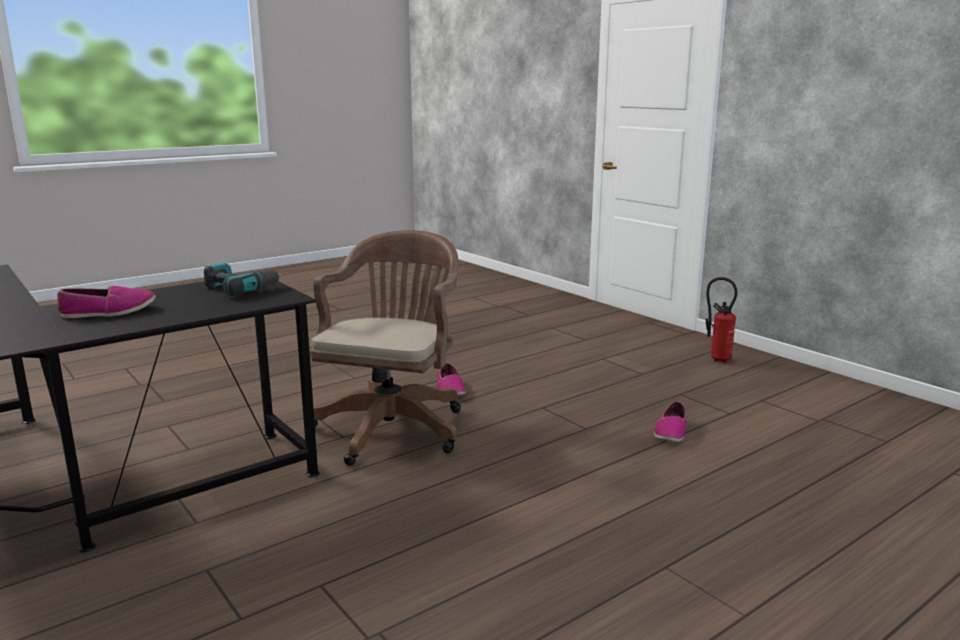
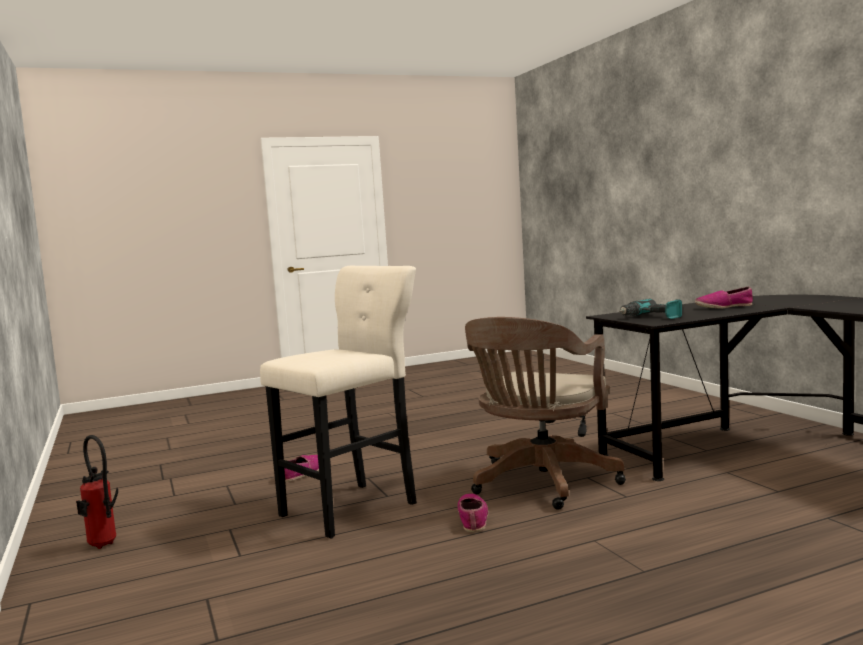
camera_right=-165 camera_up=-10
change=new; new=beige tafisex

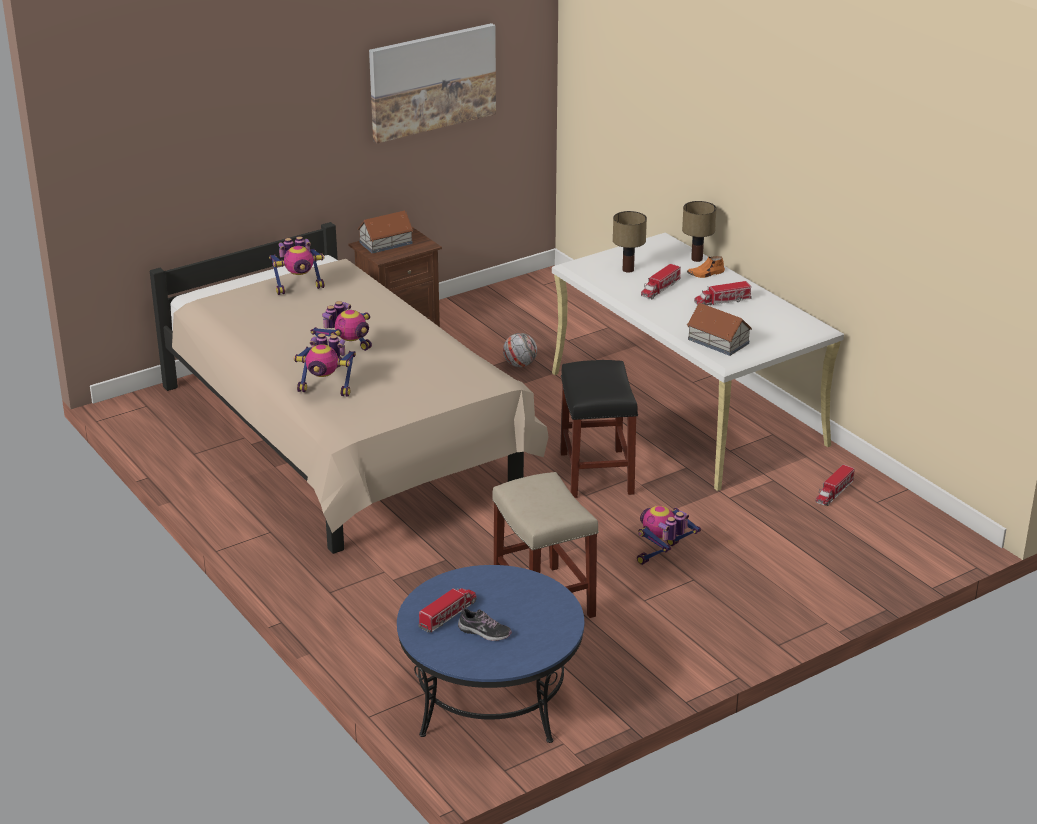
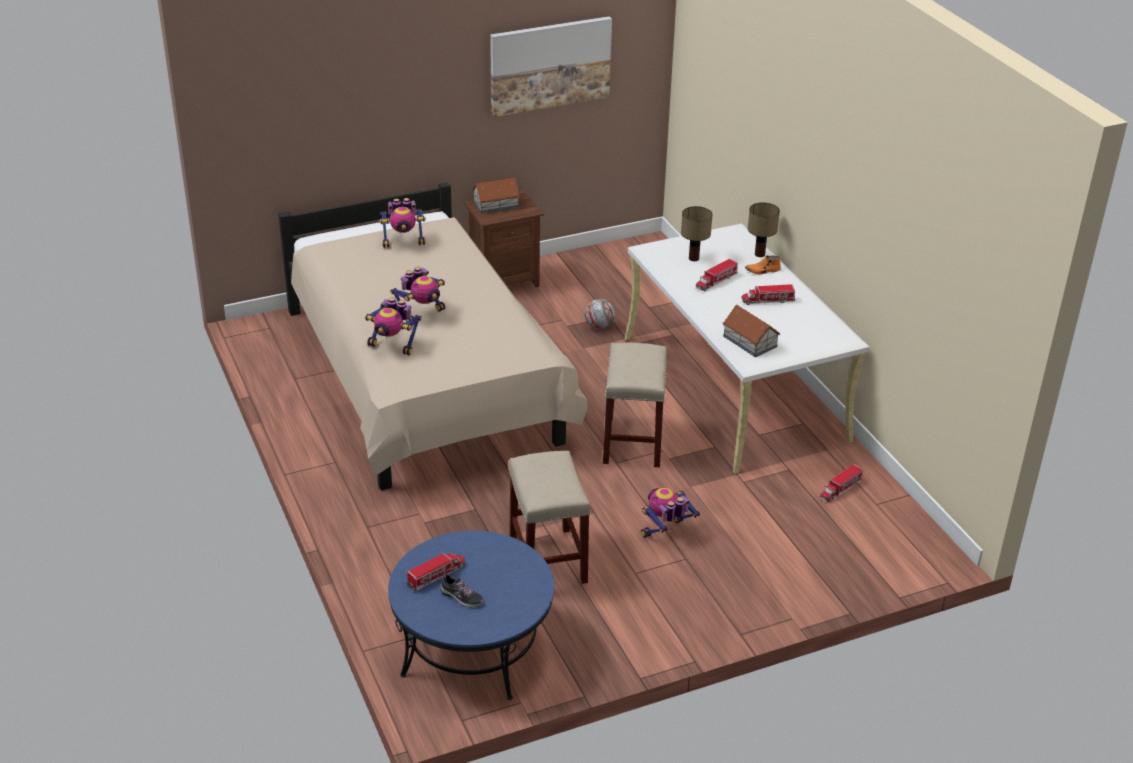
camera_right=10 camera_up=5
change=repainted; old=black tafisex; new=beige tafisex (no. 2 from left)

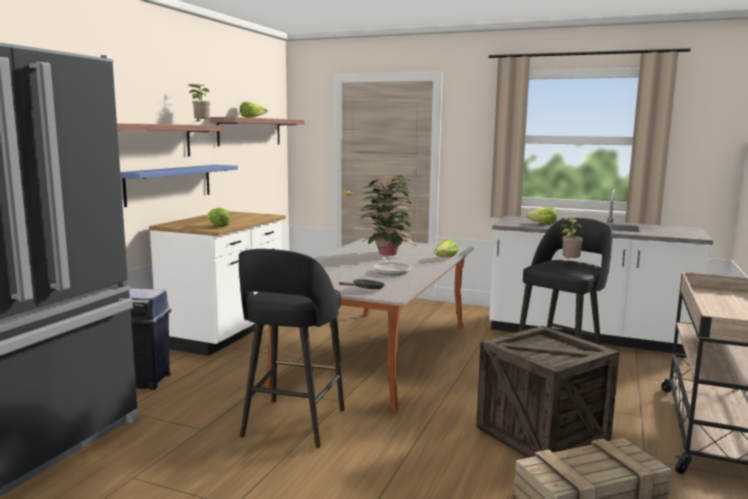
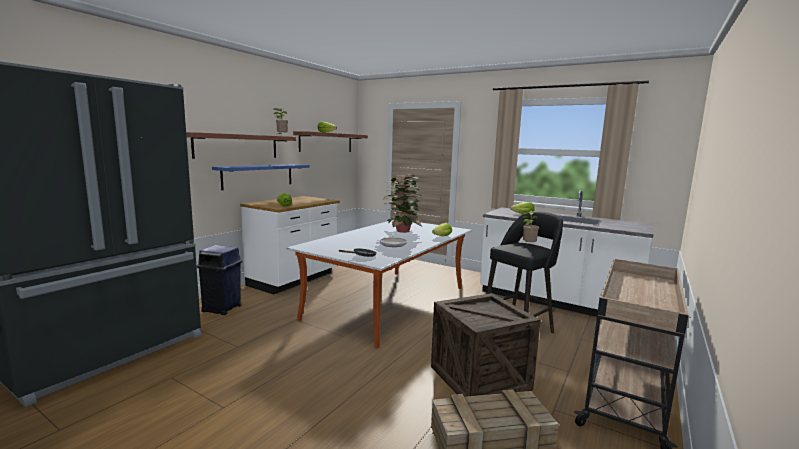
camera_right=10 camera_up=0
change=gone; old=black tafisex (no. 1 from left)

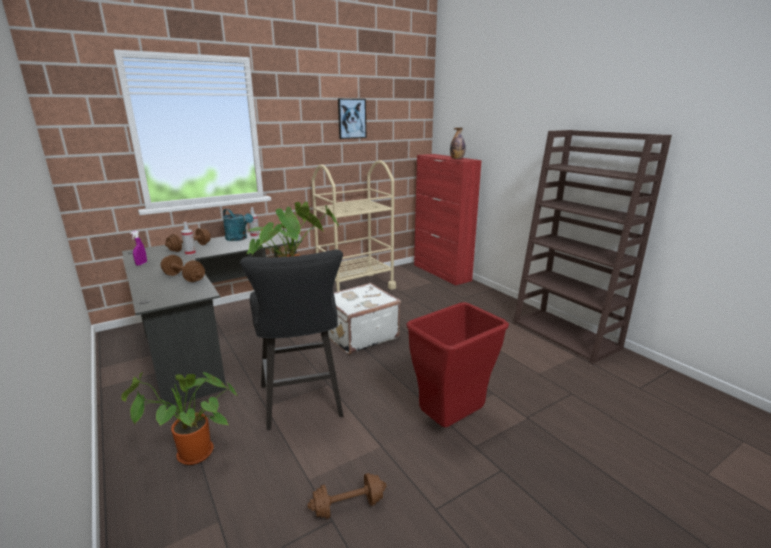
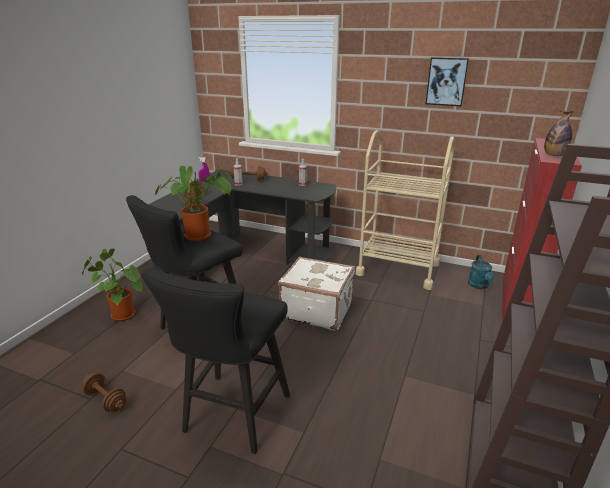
camera_right=55 camera_up=5
change=shifted; old=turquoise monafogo
change=swapped; old=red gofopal; new=black tafisex (no. 2 from left)

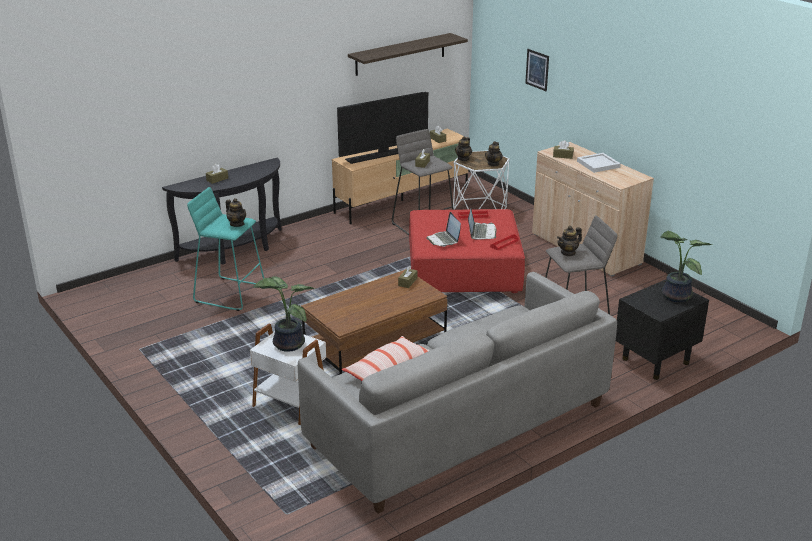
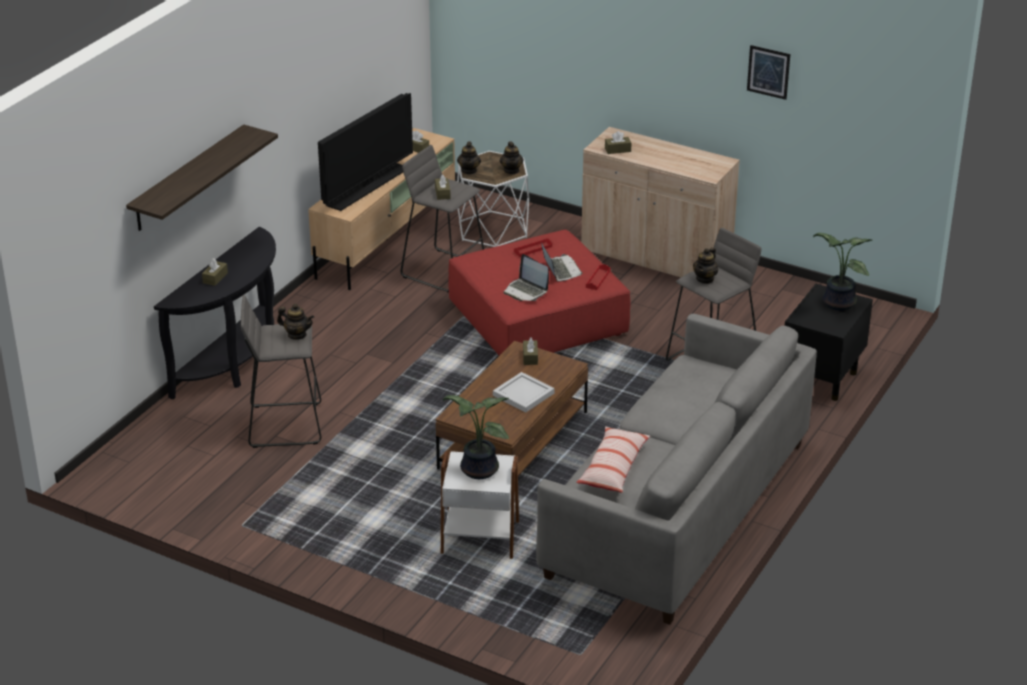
camera_right=-25 camera_up=5
change=shifted; old=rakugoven
change=shifted; old=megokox
change=shifted; old=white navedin
change=repainted; old=turquoise tafisex; new=grey tafisex (no. 1 from left)

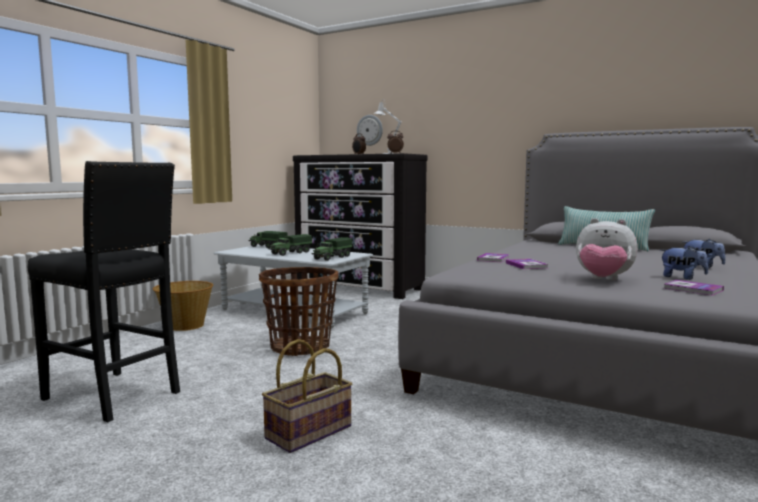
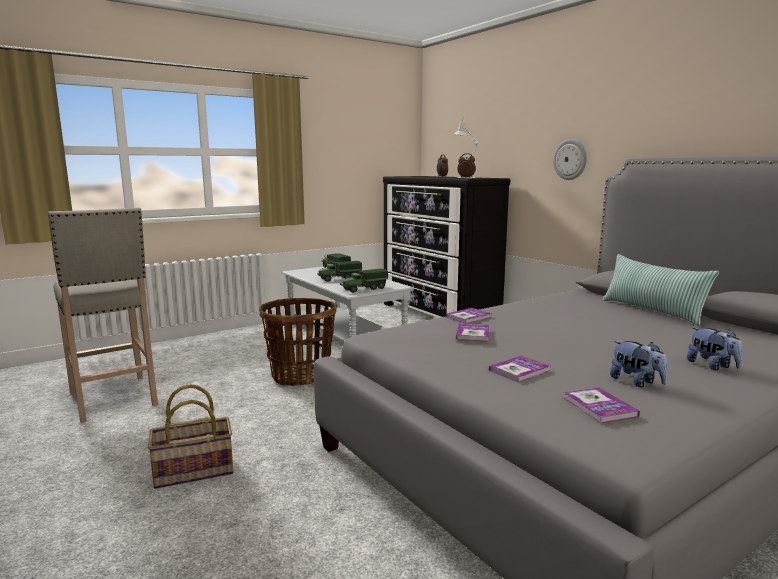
camera_right=25 camera_up=5
change=gone; old=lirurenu (no. 1 from left)
change=shifted; old=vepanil
change=swapped; old=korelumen (no. 1 from left); new=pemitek (no. 3 from left)
change=repainted; old=black tafisex; new=beige tafisex

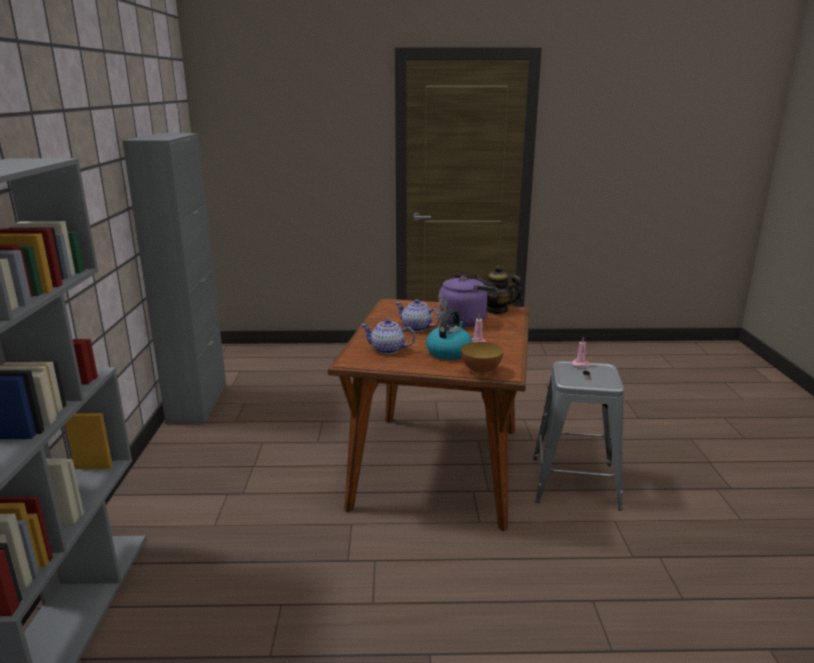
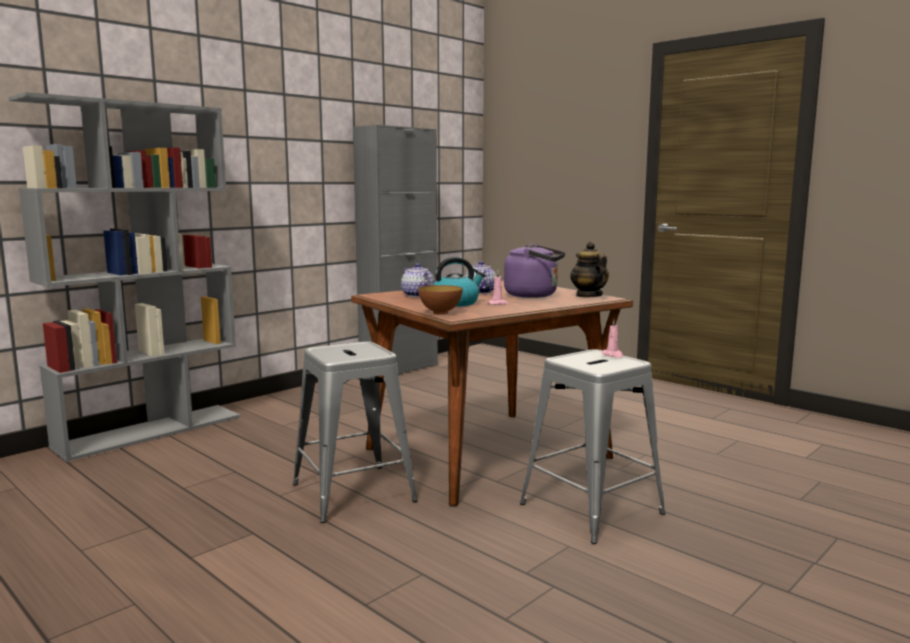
camera_right=45 camera_up=-10
change=new; new=grey tafisex (no. 1 from left)

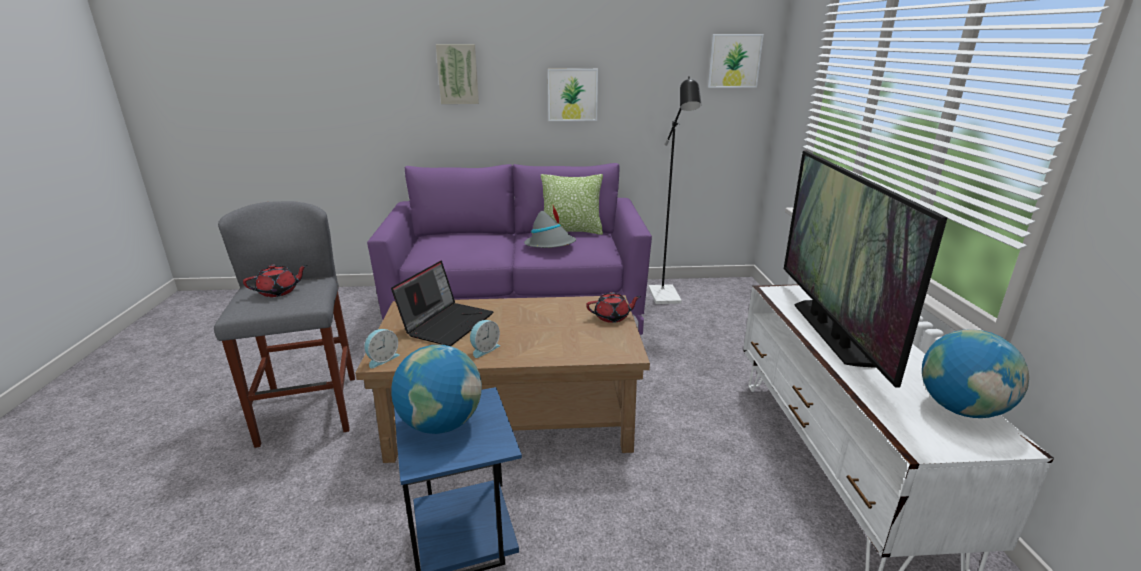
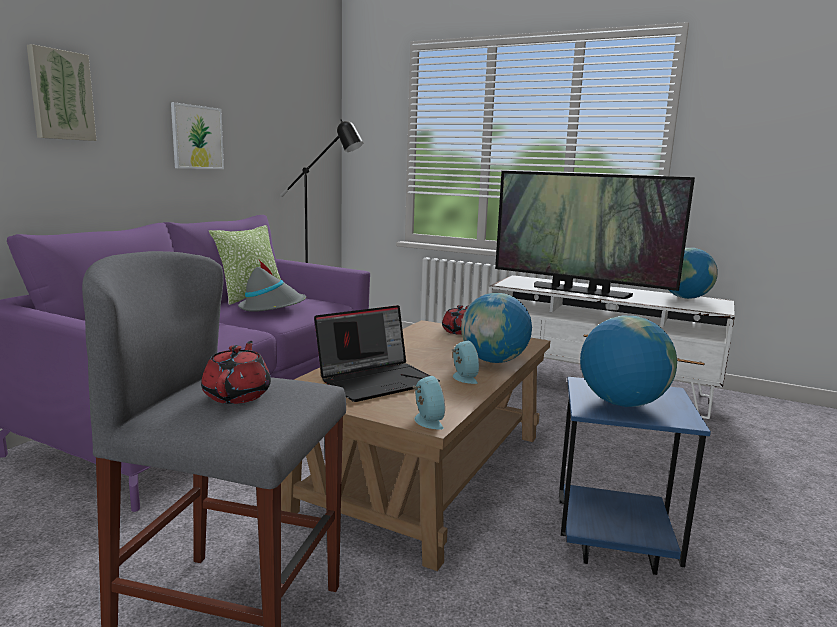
camera_right=-60 camera_up=-10
change=gone; old=megokox (no. 3 from left)
change=new; new=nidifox (no. 1 from left)
change=rotated; old=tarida; degrees=90

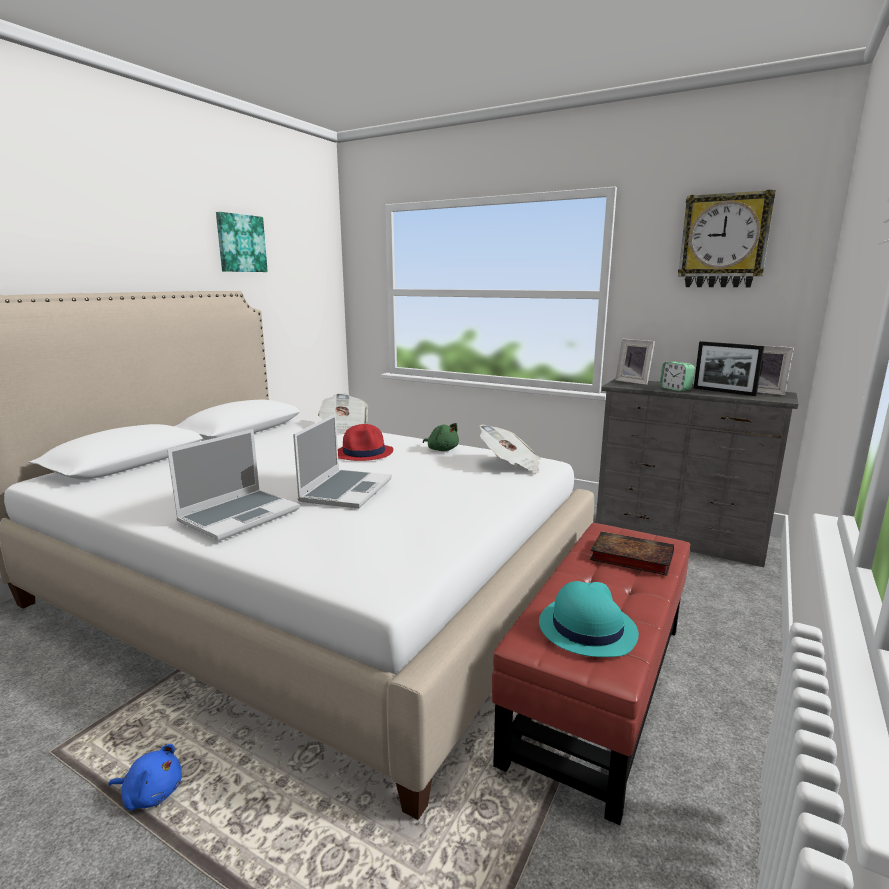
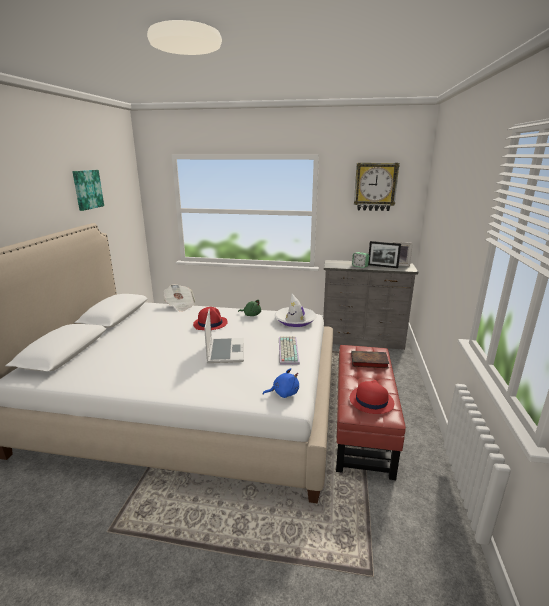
camera_right=-20 camera_up=5
change=gone; old=tarida (no. 1 from left)
change=gone; old=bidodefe (no. 1 from left)
change=new; new=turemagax
change=shifted; old=blue korelumen
change=swapped; old=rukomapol (no. 2 from left); new=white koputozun
change=repainted; old=turquoise koputozun; new=red koputozun (no. 2 from left)

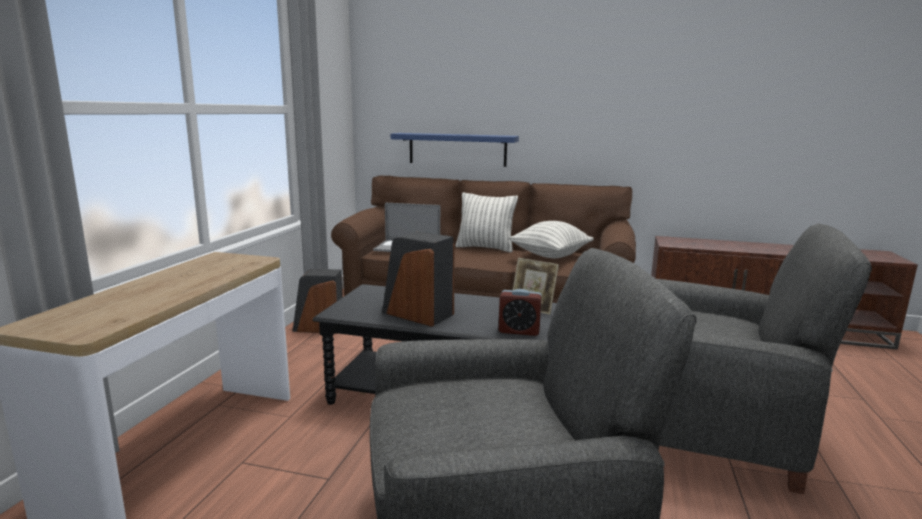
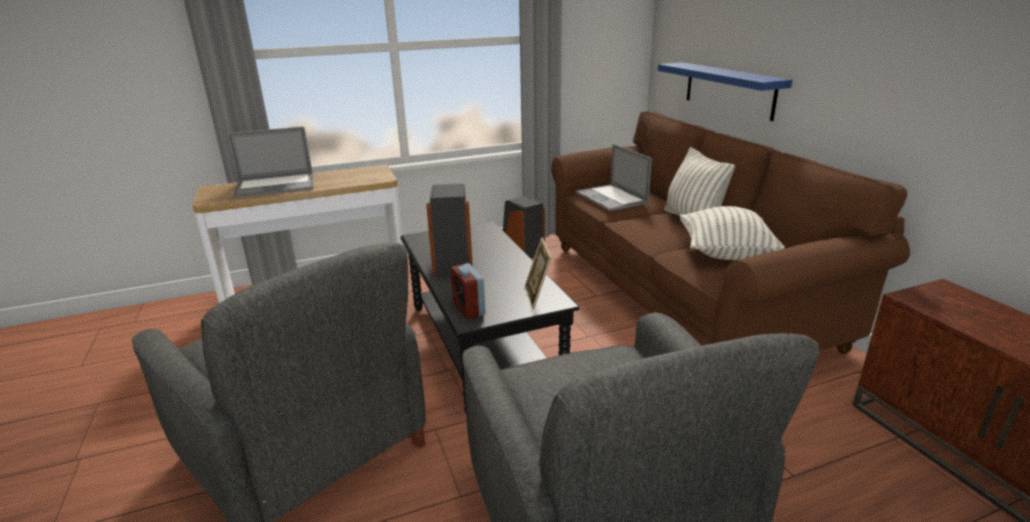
camera_right=55 camera_up=10
change=new; new=tarida (no. 1 from left)

